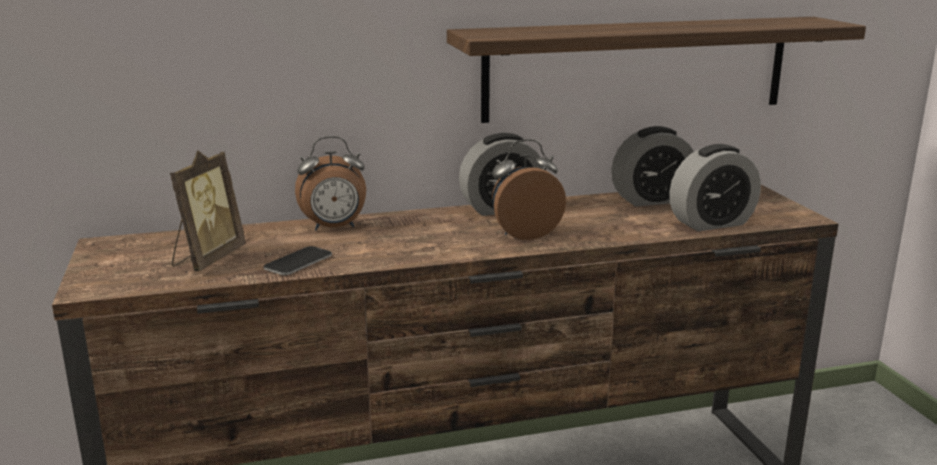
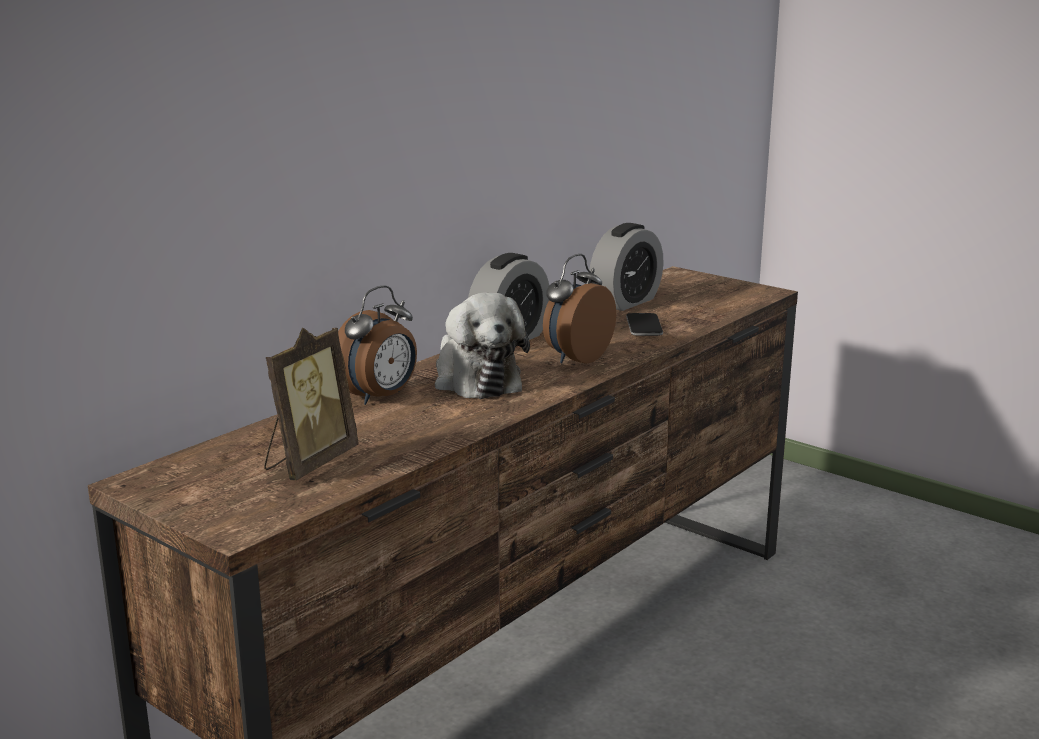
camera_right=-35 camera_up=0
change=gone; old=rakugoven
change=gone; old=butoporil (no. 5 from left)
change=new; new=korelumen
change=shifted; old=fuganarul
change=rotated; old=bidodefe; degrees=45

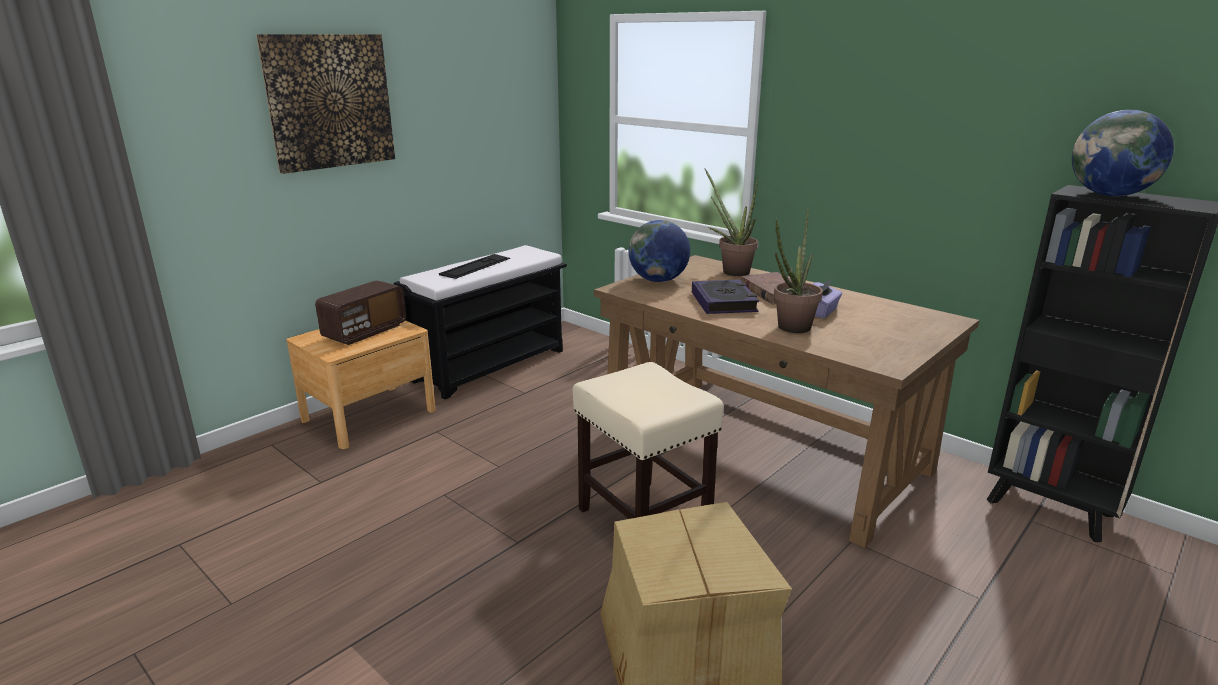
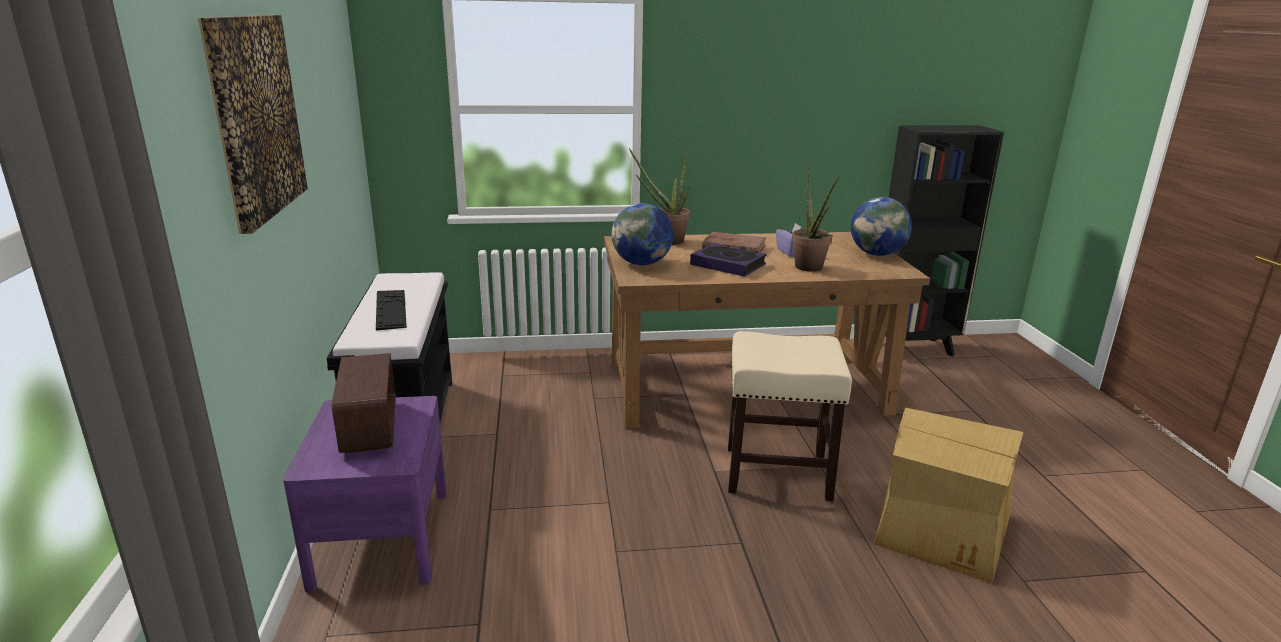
camera_right=-50 camera_up=0
change=shifted; old=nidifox (no. 2 from left)
change=repainted; old=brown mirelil; new=purple mirelil

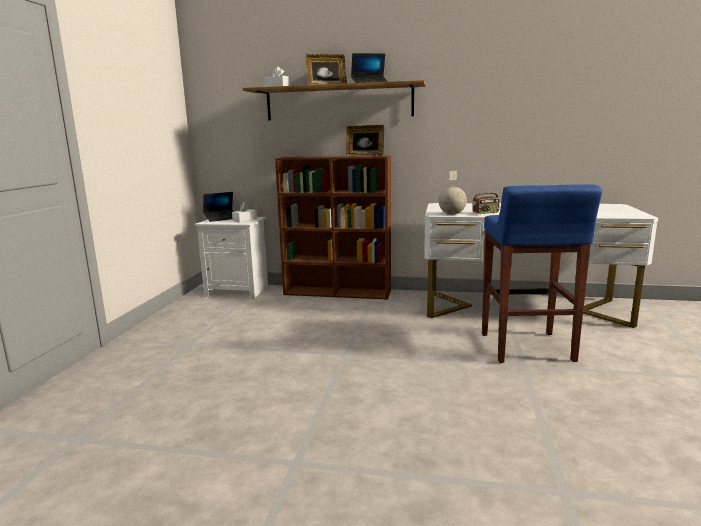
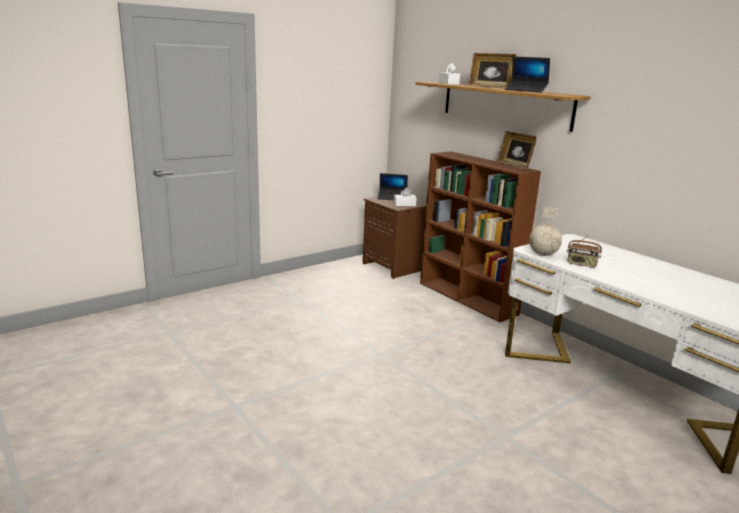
camera_right=40 camera_up=5
change=gone; old=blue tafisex
change=repainted; old=white mirelil; new=brown mirelil

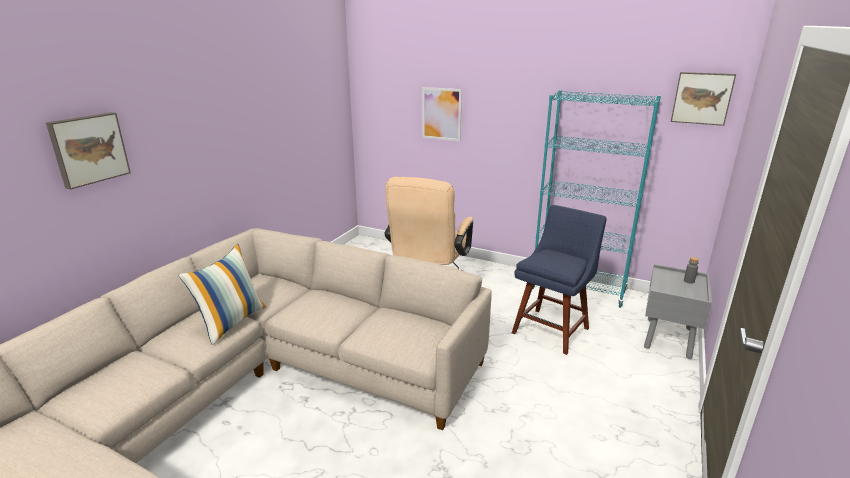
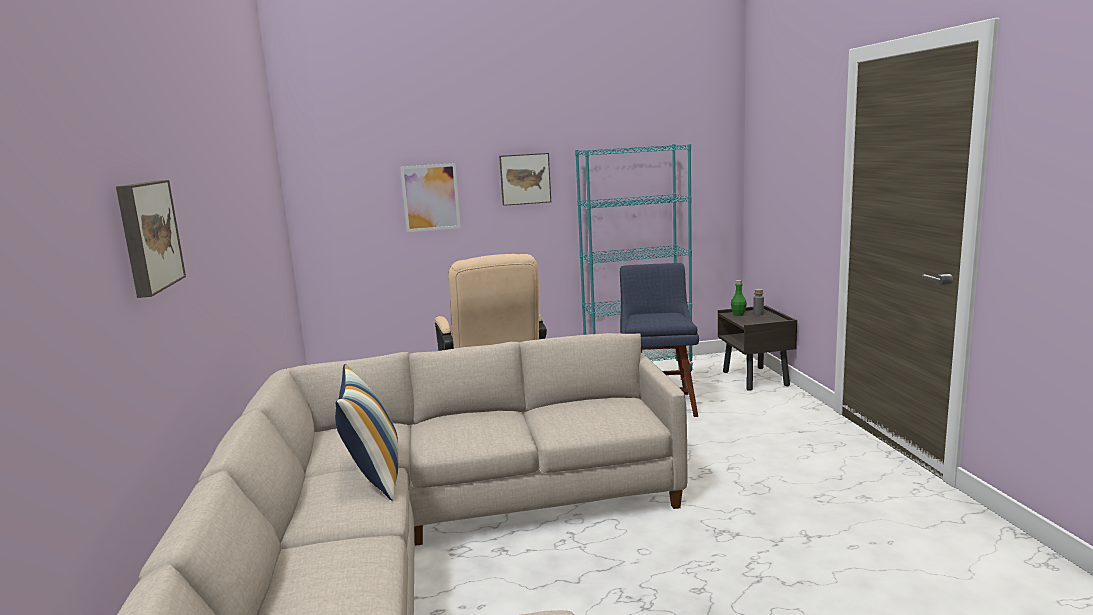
camera_right=-35 camera_up=-10
change=new; new=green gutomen
change=shifted; old=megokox (no. 3 from left)
change=repainted; old=grey mirelil; new=brown mirelil

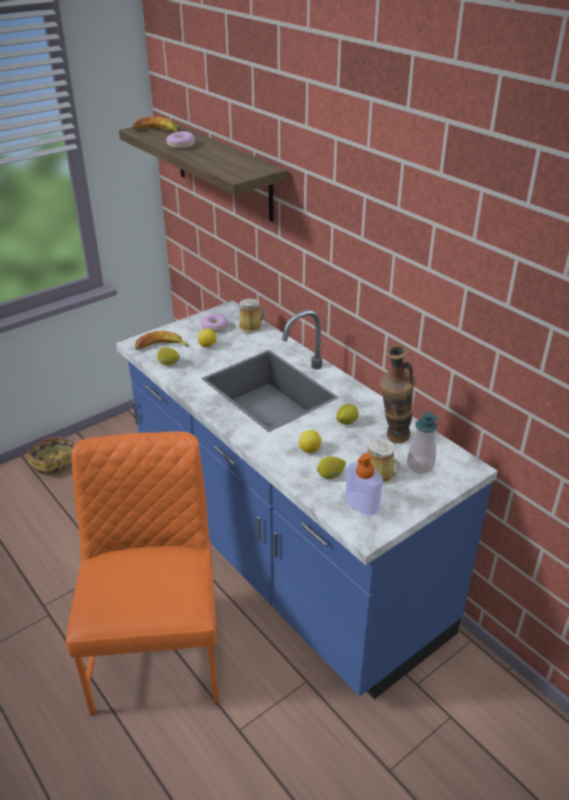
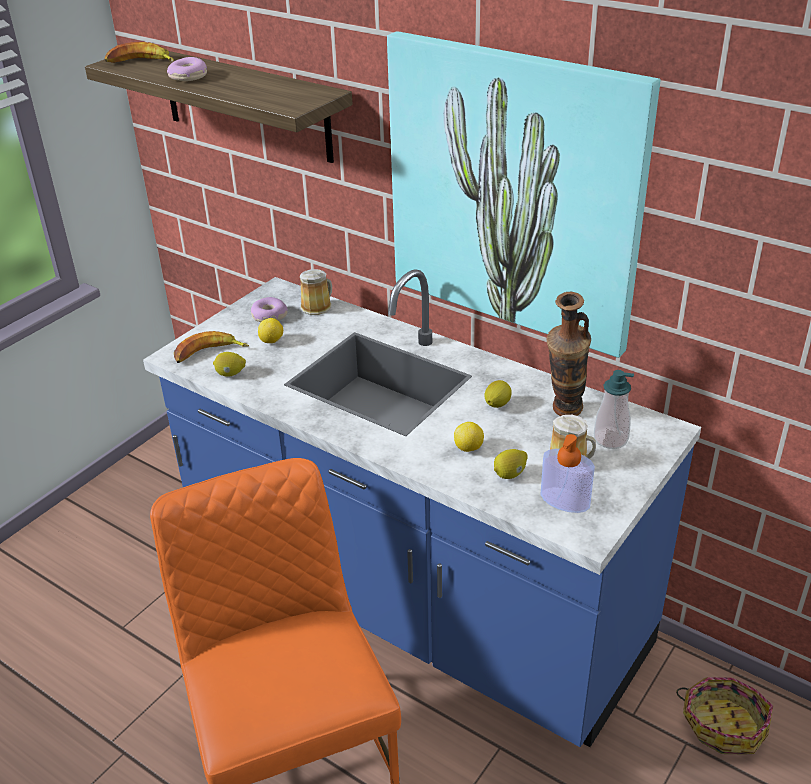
camera_right=-15 camera_up=0
change=new; new=megokox
change=shifted; old=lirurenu

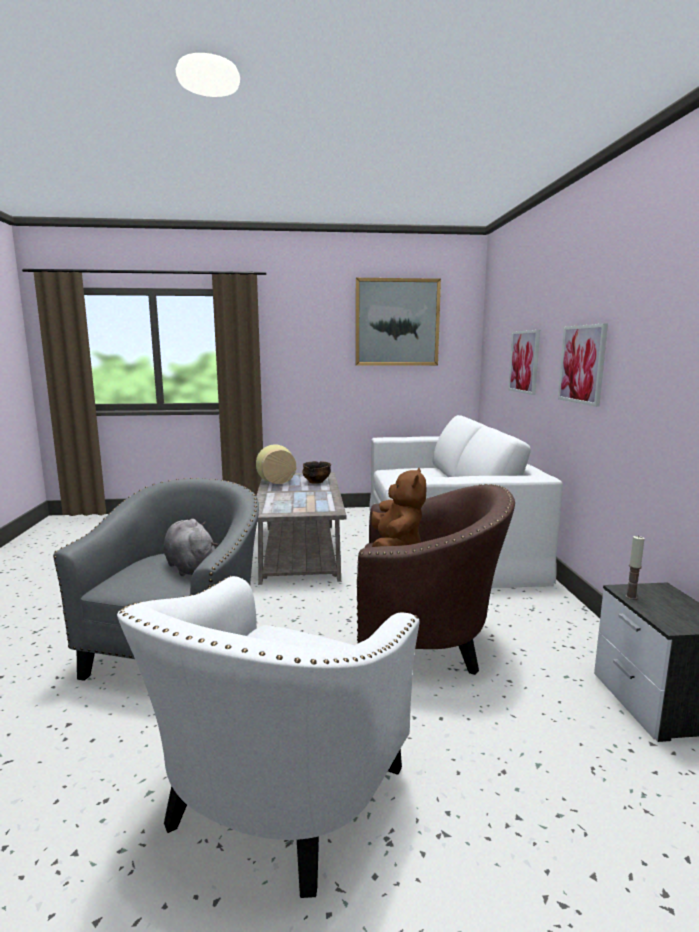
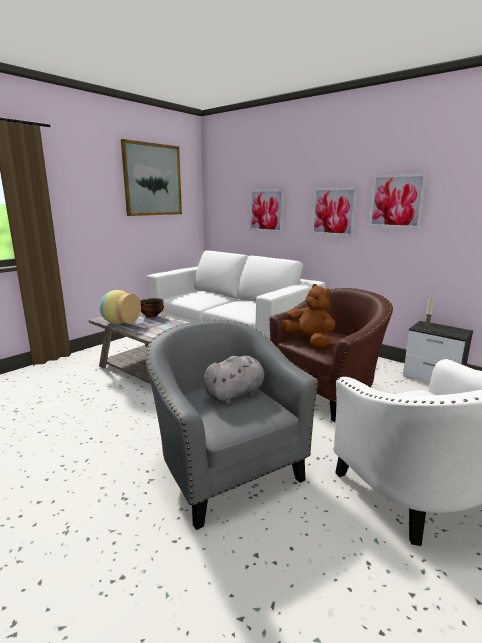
camera_right=-45 camera_up=5
change=new; new=megokox (no. 4 from left)
change=rotated; old=grey korelumen; degrees=135

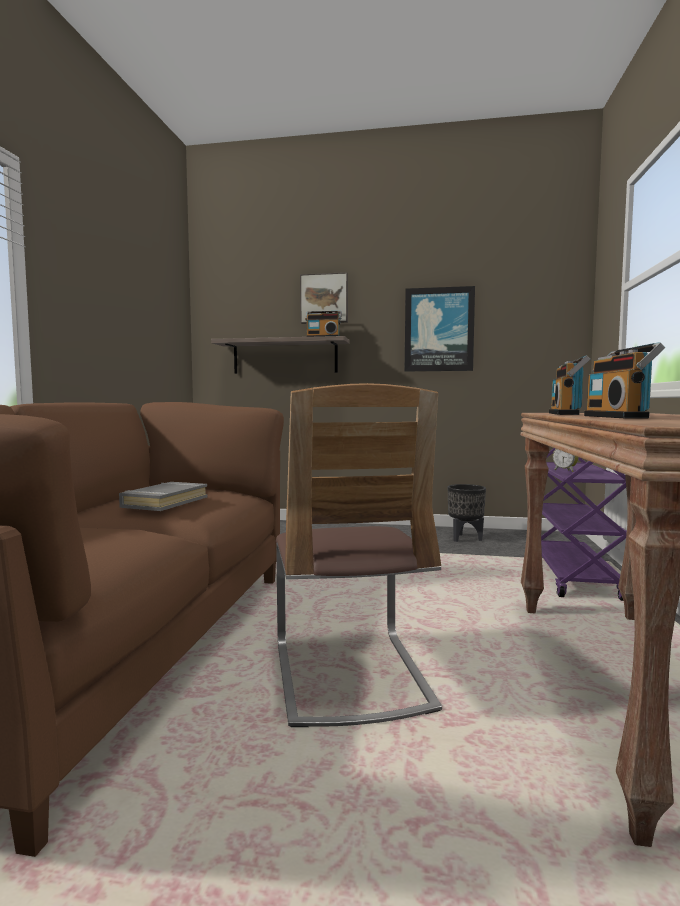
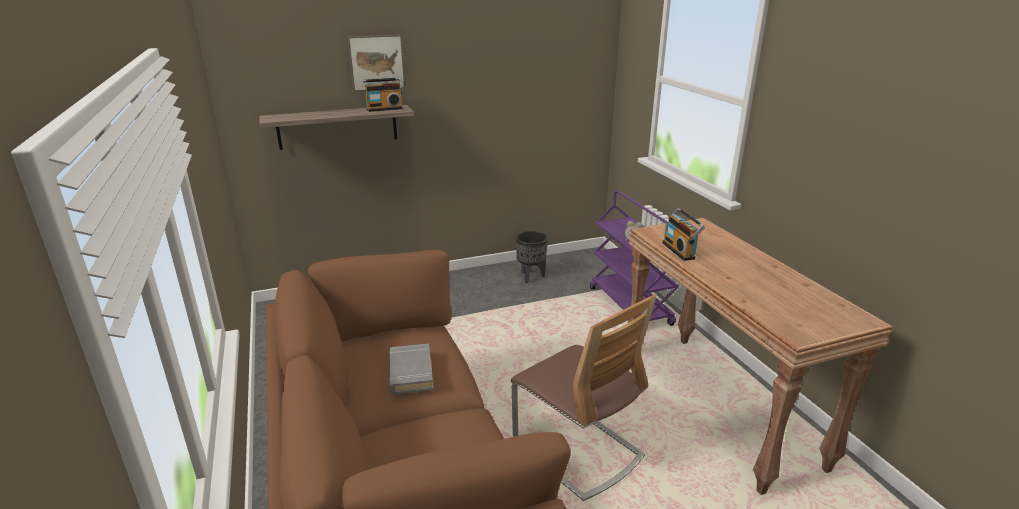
camera_right=-30 camera_up=20
change=gone; old=megokox (no. 2 from left)
change=gone; old=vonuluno (no. 3 from left)

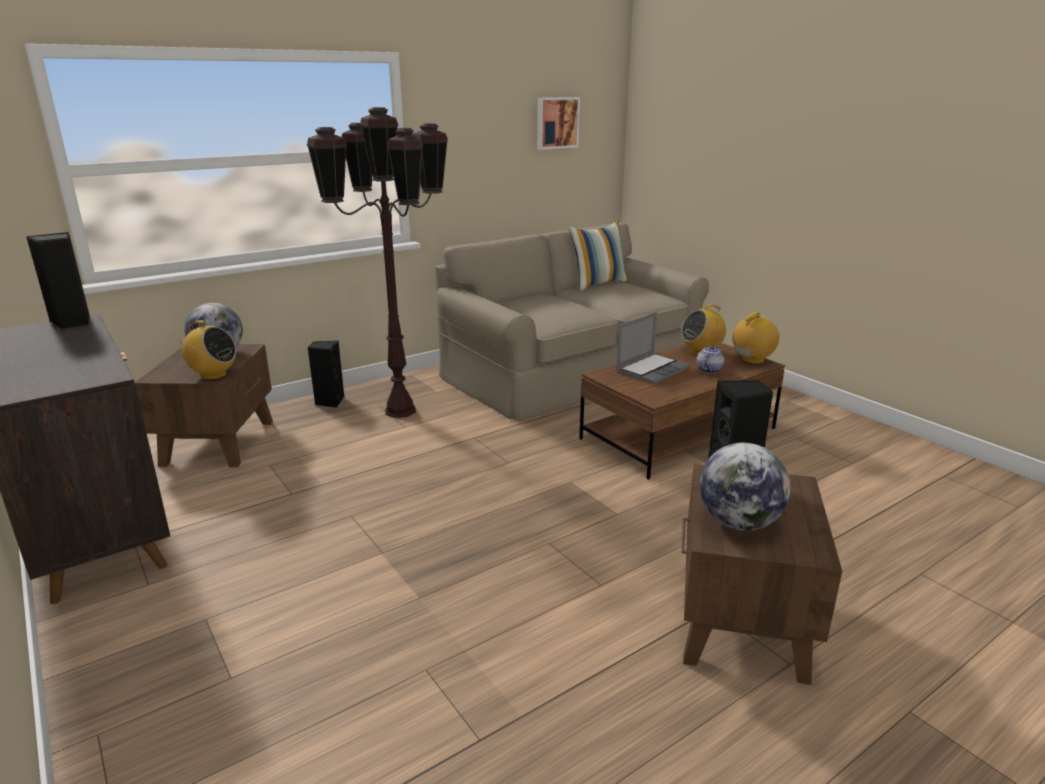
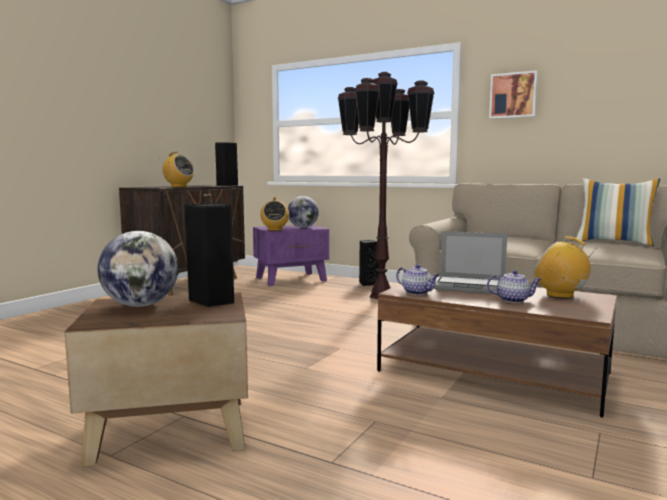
camera_right=65 camera_up=-15
change=new; new=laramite (no. 1 from left)
change=shifted; old=megokox
change=shifted; old=vonuluno (no. 3 from left in the first image); new=vonuluno (no. 1 from left)
change=repainted; old=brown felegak (no. 1 from left); new=purple felegak

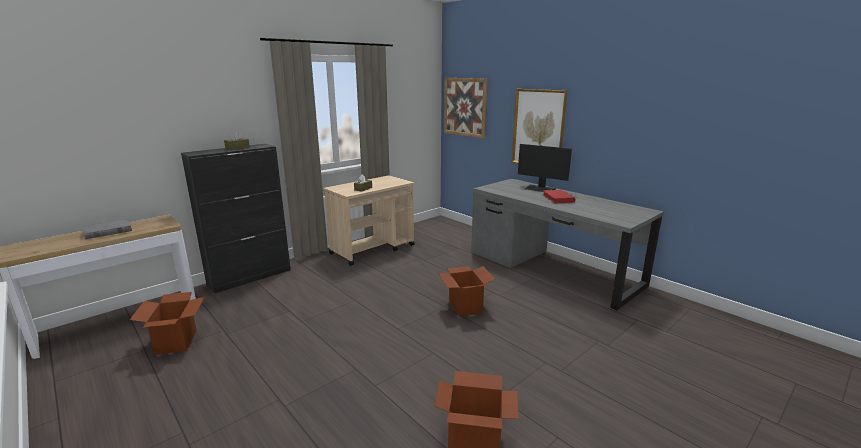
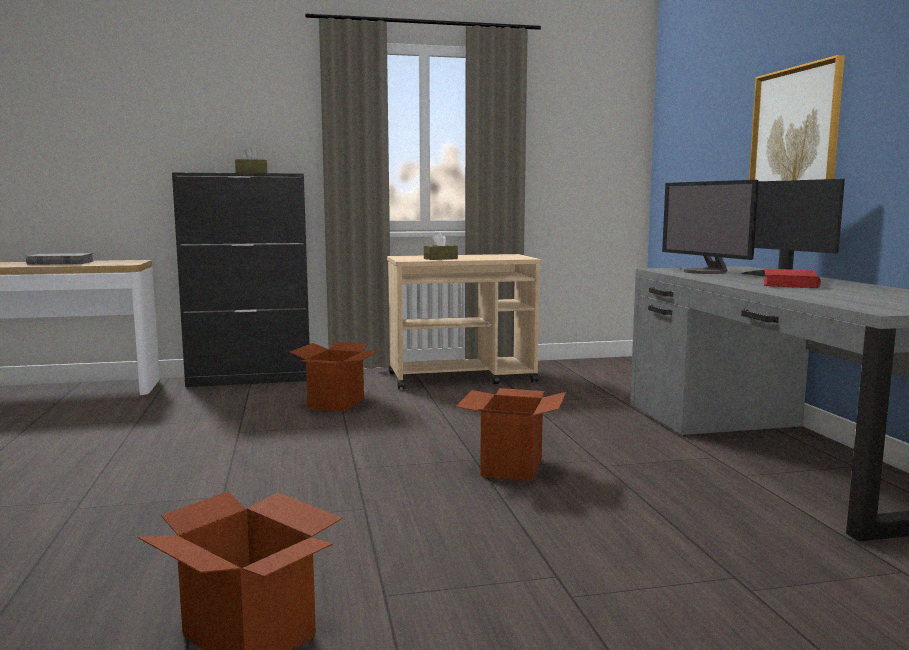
camera_right=30 camera_up=-10
change=gone; old=megokox (no. 1 from left)
change=new; new=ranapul (no. 1 from left)
change=shifted; old=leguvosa (no. 1 from left in the first image); new=leguvosa (no. 2 from left)

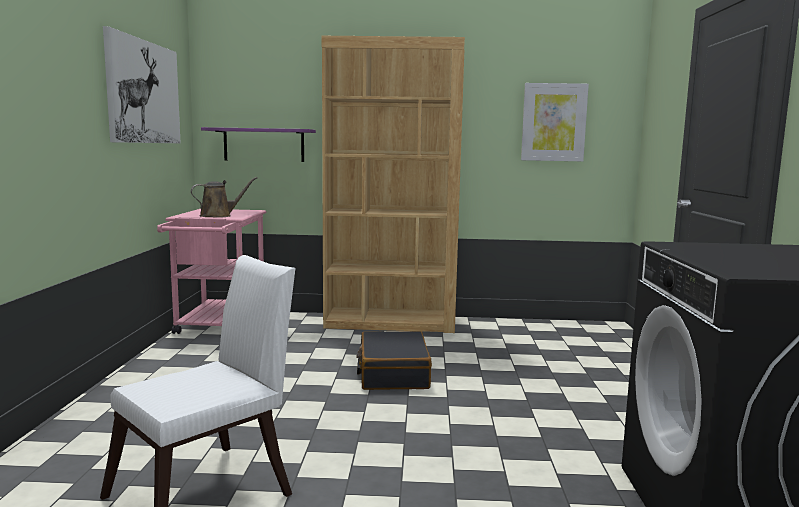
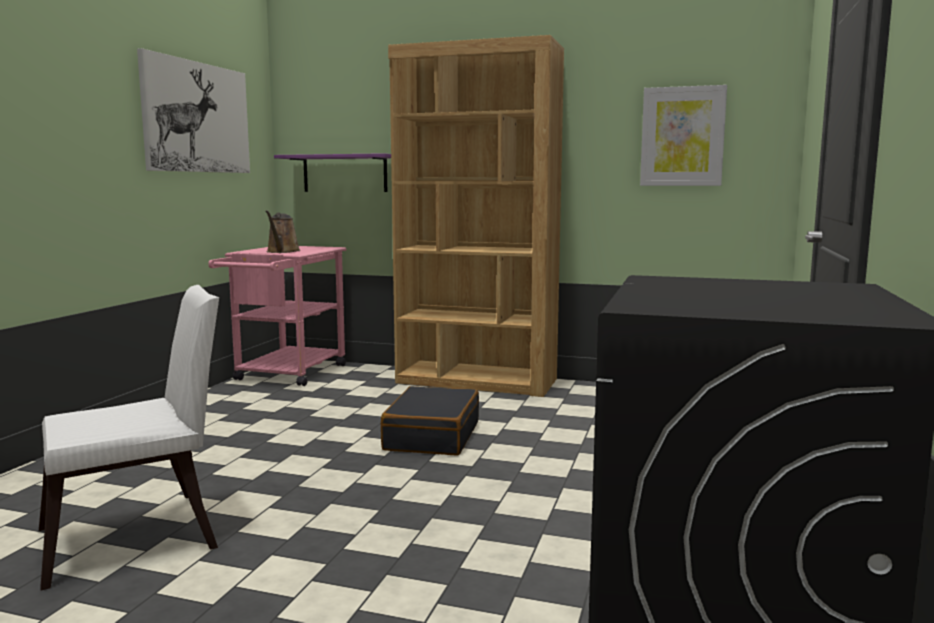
camera_right=15 camera_up=0
change=rotated; old=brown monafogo; degrees=105

